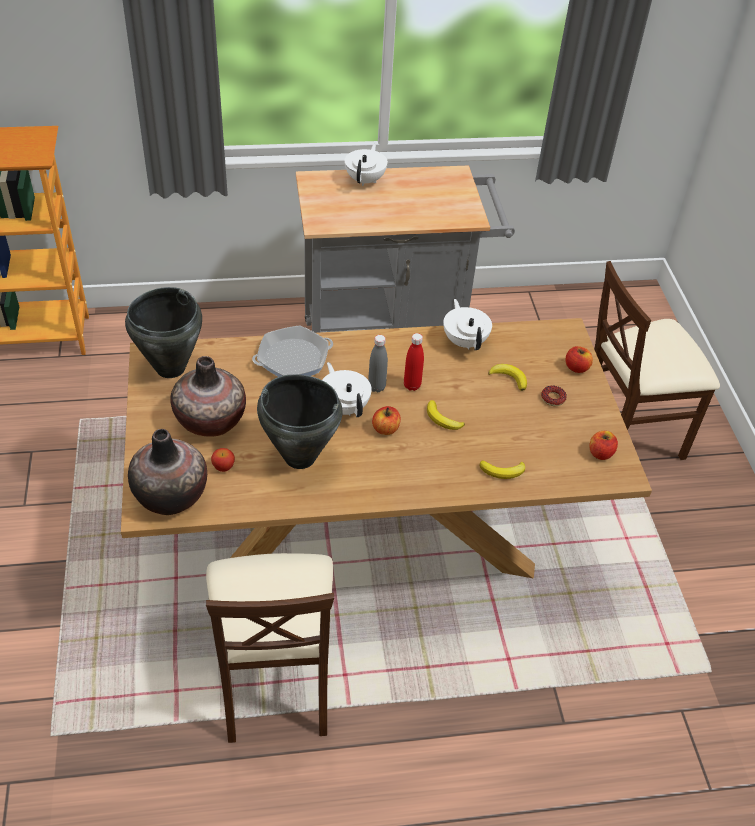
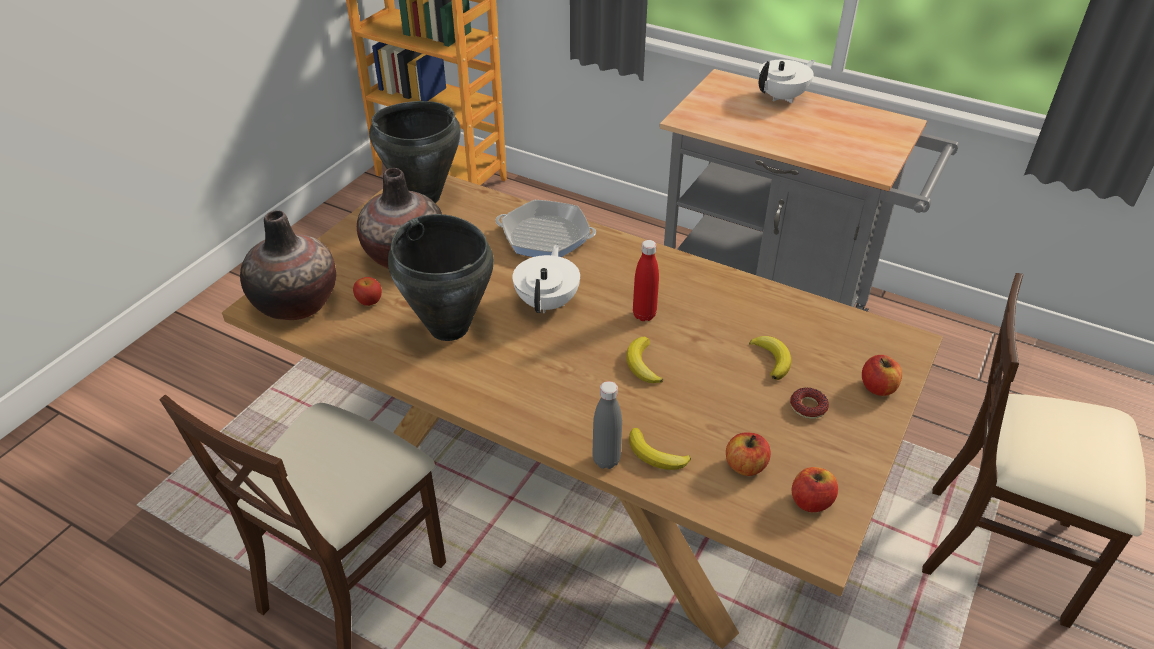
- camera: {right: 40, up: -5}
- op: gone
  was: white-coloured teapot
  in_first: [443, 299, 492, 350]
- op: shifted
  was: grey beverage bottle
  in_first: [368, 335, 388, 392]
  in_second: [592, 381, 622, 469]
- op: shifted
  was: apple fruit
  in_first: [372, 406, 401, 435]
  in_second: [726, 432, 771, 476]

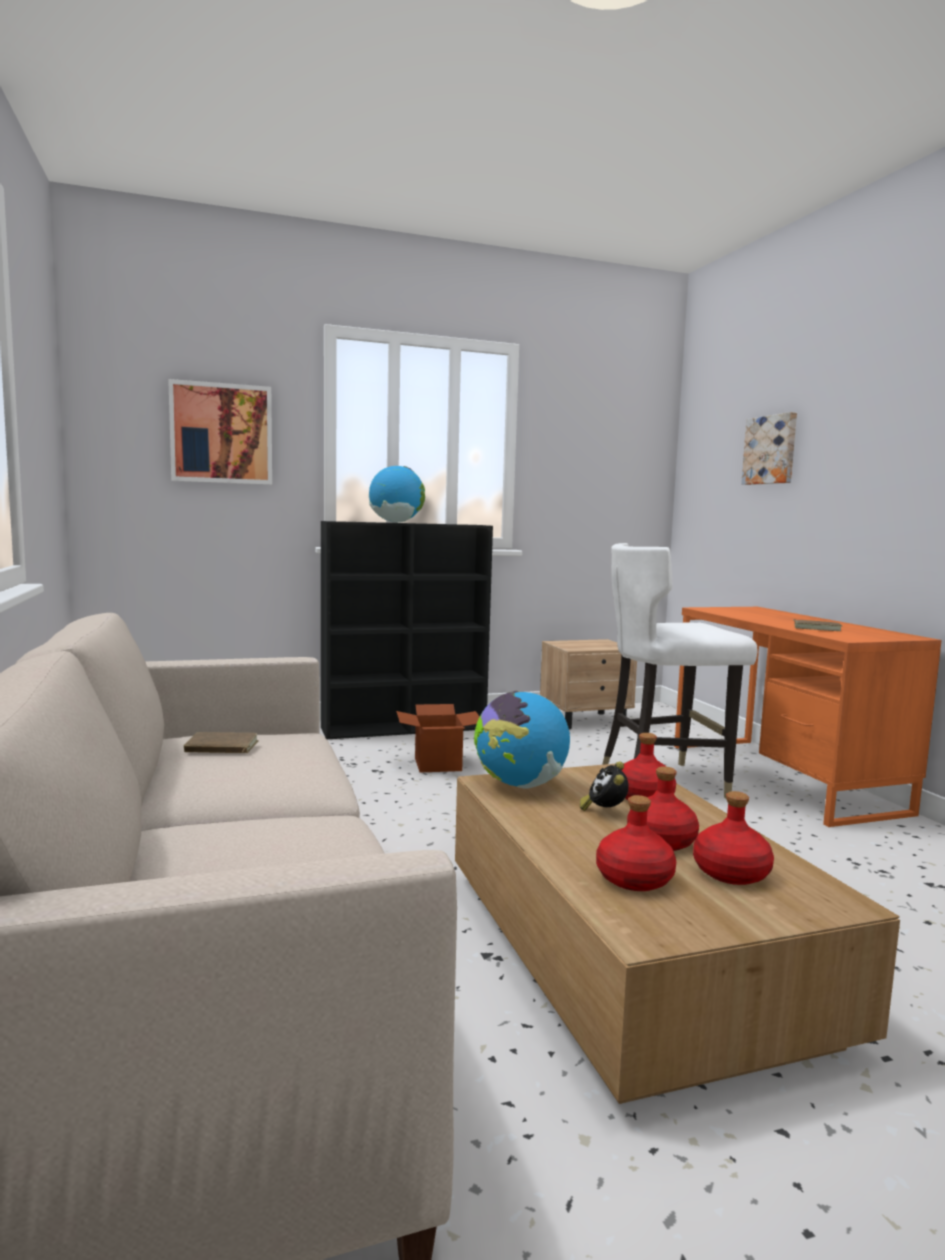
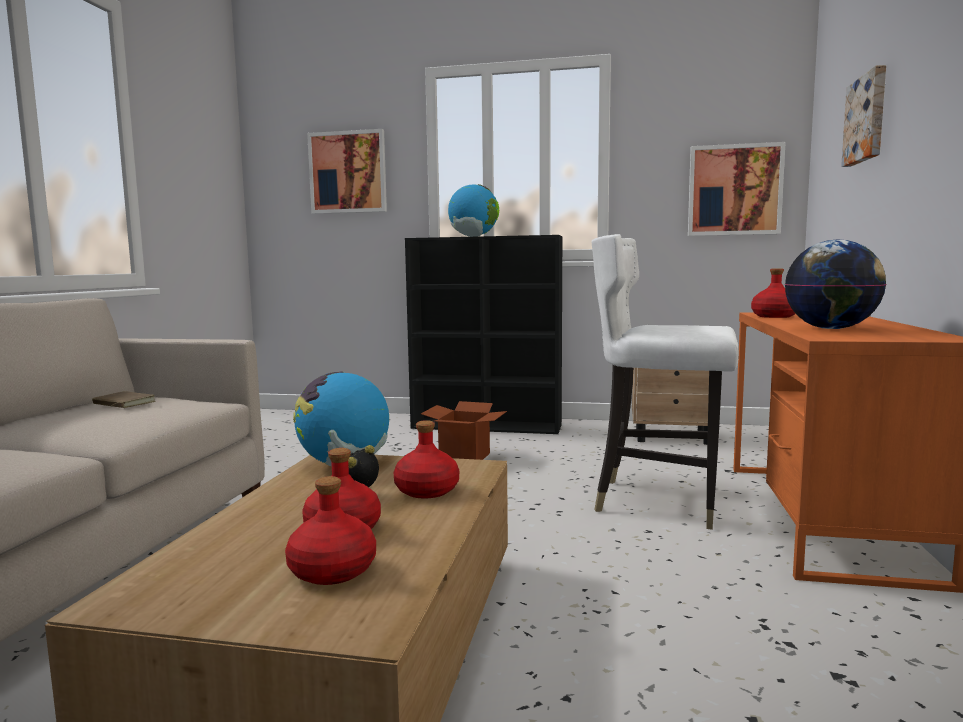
- camera: {right: 30, up: 0}
- op: swapped
  was: brown-coloured bound book
  now: desk globe
  in_first: [793, 619, 842, 631]
  in_second: [785, 239, 886, 329]
- op: shifted
  was: red beverage bottle
  in_first: [596, 795, 676, 891]
  in_second: [751, 268, 796, 318]
- op: new
  now: wall picture
  in_second: [688, 142, 786, 236]

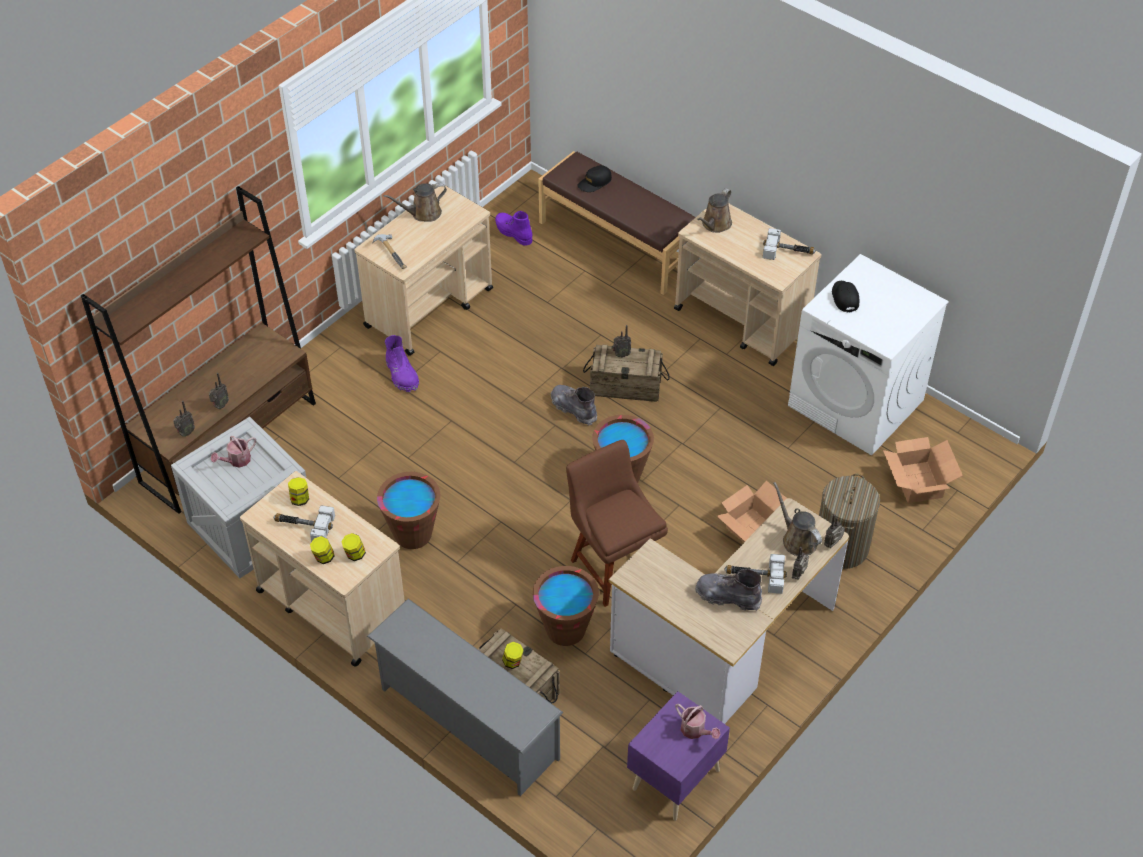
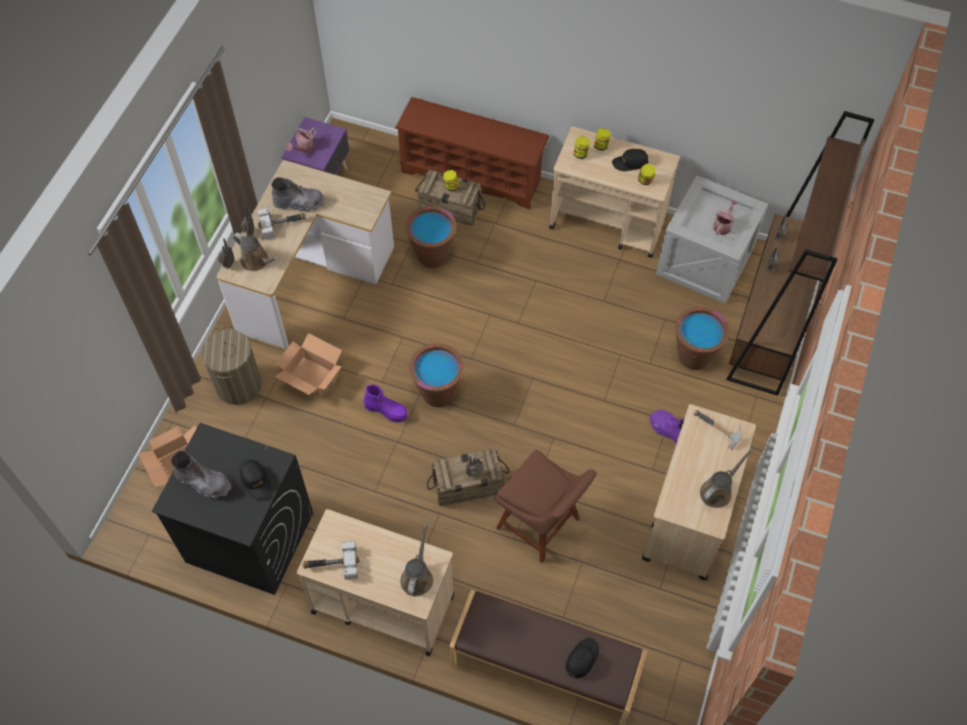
- camera: {right: 160, up: 10}
- op: shifted
  was: purple high-top boot
  in_first: [495, 211, 532, 245]
  in_second: [364, 384, 407, 422]
- op: repainted
  was: white-coloured laundry machine
  now: black laundry machine
  in_first: [788, 254, 949, 455]
  in_second: [152, 423, 313, 595]
- op: shifted
  was: grey high-top boot
  in_first: [551, 385, 597, 426]
  in_second: [171, 450, 232, 499]
- op: shifted
  was: brown-coloured chair
  in_first: [566, 440, 668, 607]
  in_second: [495, 450, 597, 563]
- op: shifted
  was: brown-coloured pail
  in_first: [377, 472, 440, 549]
  in_second: [675, 307, 729, 370]
- op: swapped
  was: hammer
  now: black baseball cap
  in_first: [274, 505, 335, 542]
  in_second: [612, 149, 649, 171]
- op: repainted
  was: grey shoe rack
  now: brown-coloured shoe rack
  in_first: [367, 599, 563, 796]
  in_second: [395, 97, 549, 210]
- op: rotated
  was: watering can
  in_first: [675, 704, 720, 739]
  in_second: [286, 128, 317, 153]
  clockwise: -75

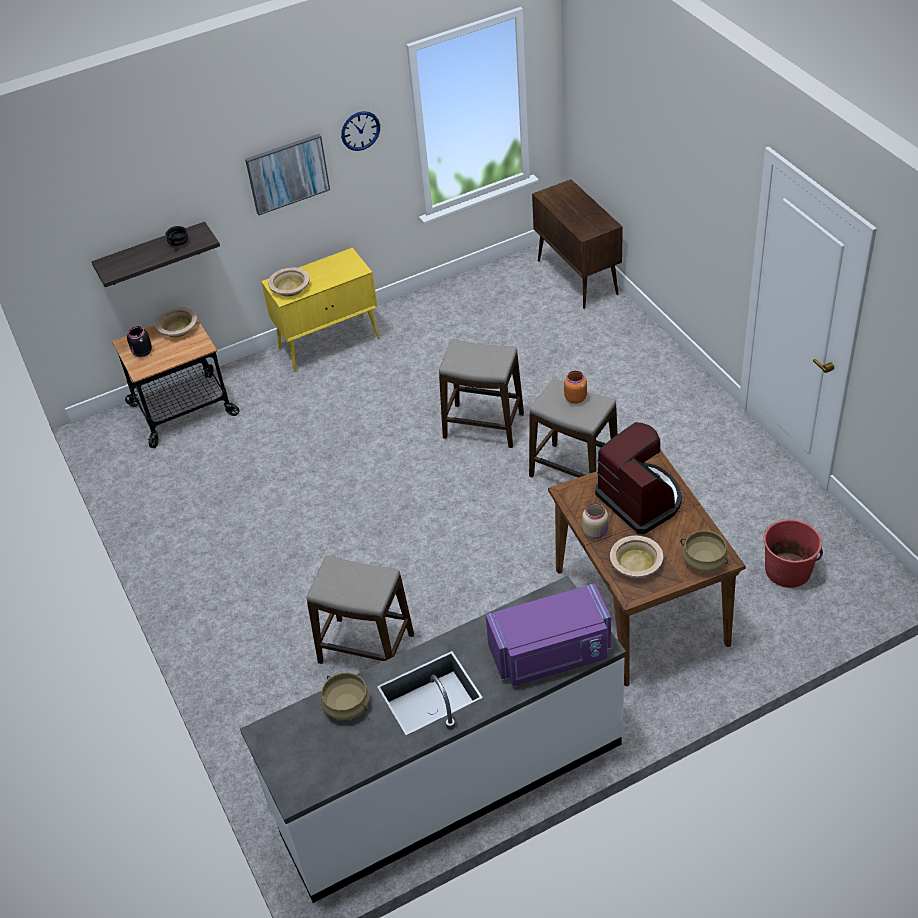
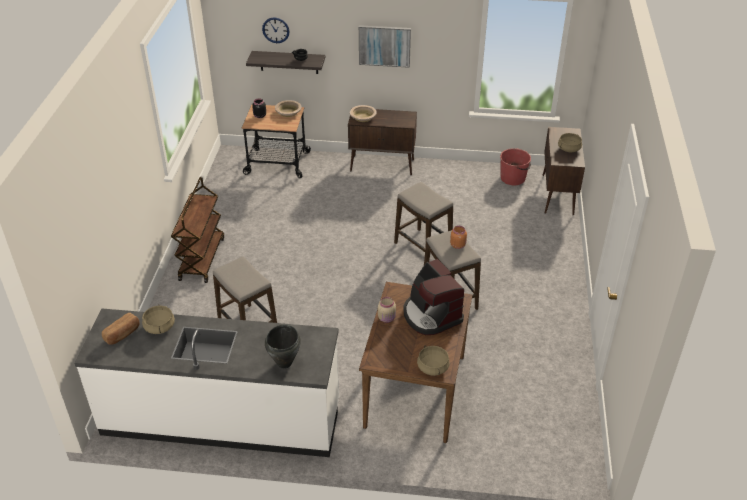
- camera: {right: 30, up: -5}
- op: shifted
  was: wall clock
  in_first: [341, 111, 380, 151]
  in_second: [262, 17, 290, 43]
- op: repainted
  was: yellowish storage cabinet
  now: brown-coloured storage cabinet
  in_first: [261, 248, 380, 372]
  in_second: [348, 109, 417, 175]
- op: rotated
  was: coffee brewer
  in_first: [595, 422, 682, 534]
  in_second: [403, 259, 464, 335]
  clockwise: 150
- op: shifted
  was: red pail
  in_first: [764, 519, 823, 588]
  in_second: [500, 148, 531, 185]
- op: gone
  was: sand-coloured bowl
  in_first: [610, 535, 663, 578]
- op: swapped
  was: purple microwave
  now: black cooking pot
  in_first: [486, 583, 611, 686]
  in_second: [265, 324, 301, 369]
- op: new
  now: sand-coloured cooking pot
  in_second: [558, 133, 582, 152]
- op: new
  now: brown-coloured cart
  in_second: [171, 177, 224, 283]
- op: new
  now: bakery bread
  in_second: [102, 313, 140, 345]

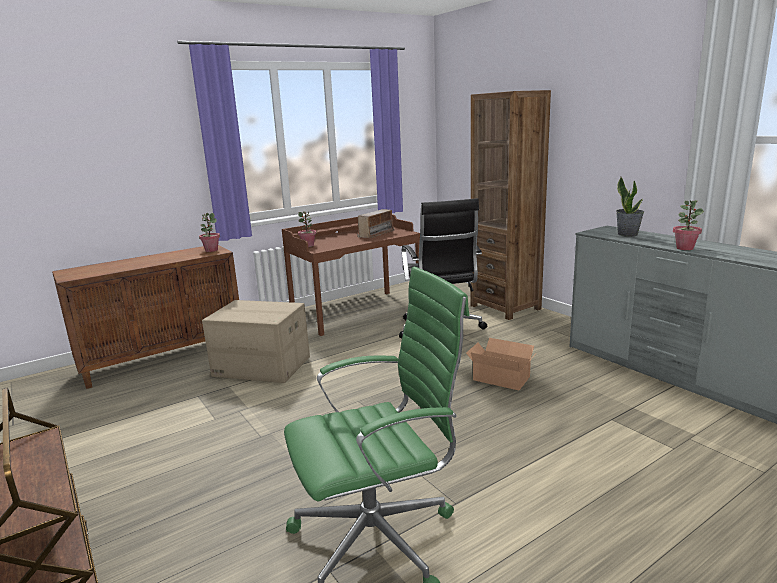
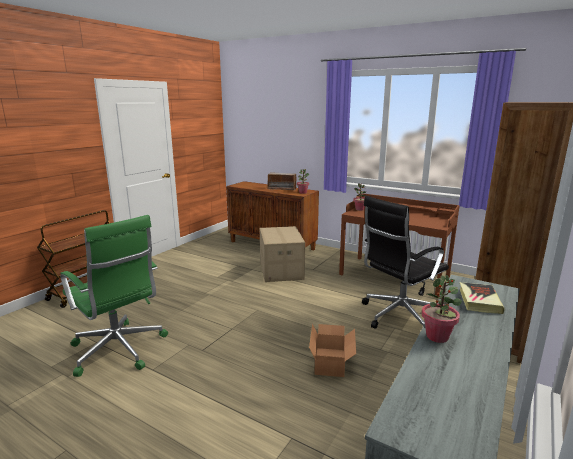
- camera: {right: 65, up: 0}
- op: swapped
  was: houseplant
  now: bound book
  in_first: [616, 177, 644, 236]
  in_second: [460, 282, 505, 314]
- op: shifted
  was: radio receiver
  in_first: [357, 209, 394, 238]
  in_second: [267, 172, 298, 190]

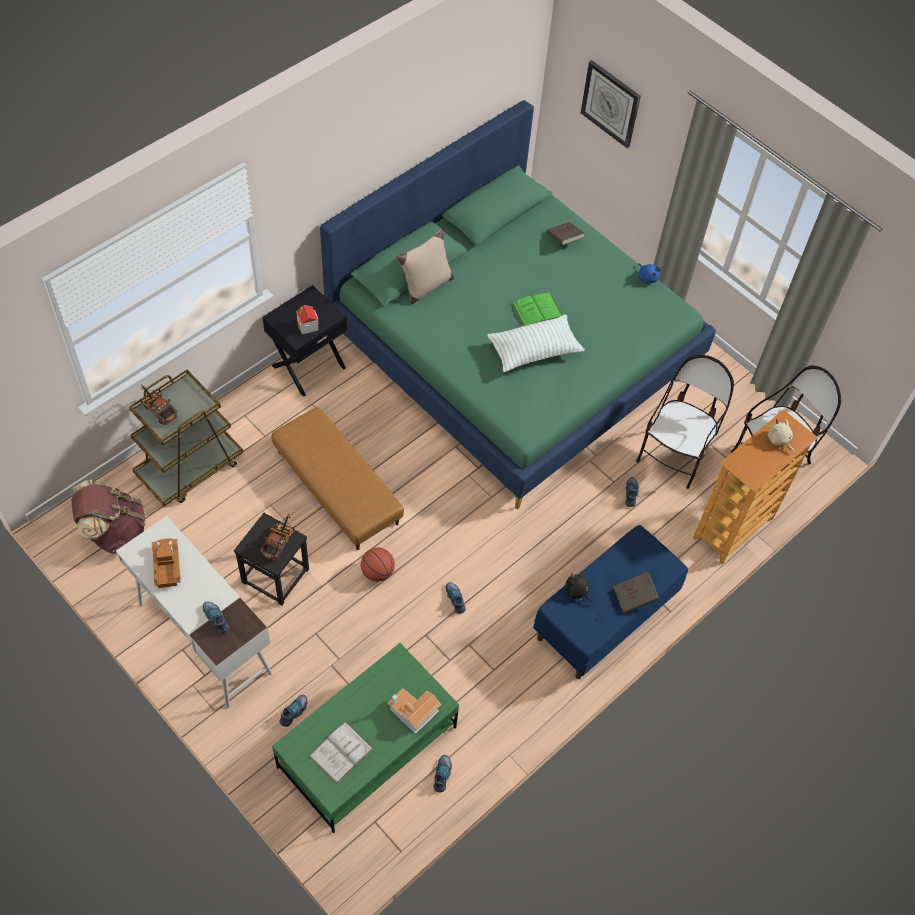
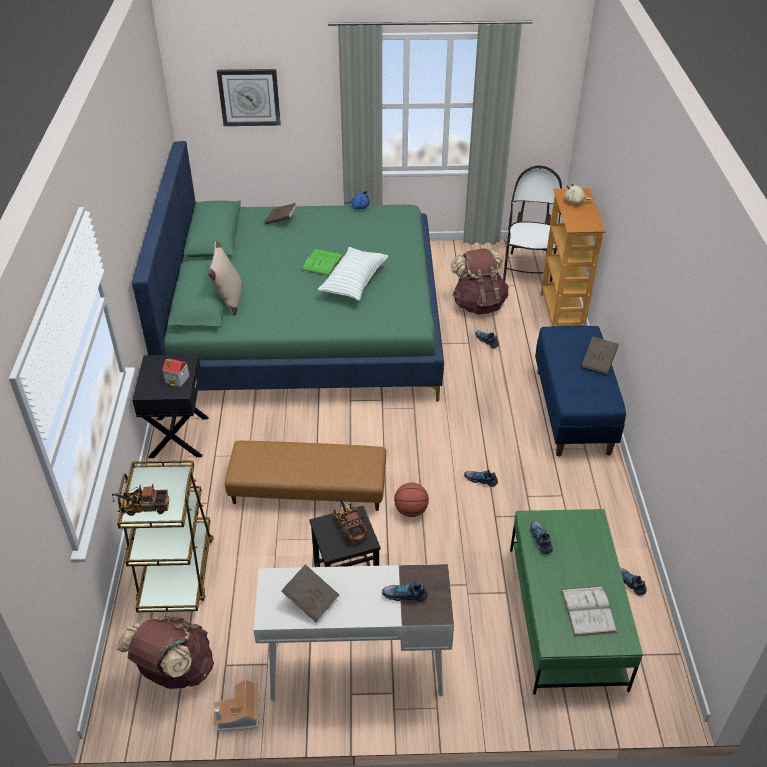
- camera: {right: -45, up: -15}
- op: swapped
  was: chair
  now: brown-coloured backpack
  in_first: [636, 355, 734, 489]
  in_second: [451, 249, 509, 315]
- op: swapped
  was: model truck
  now: brown-coloured bound book
  in_first: [152, 539, 181, 588]
  in_second: [281, 564, 339, 622]
- op: gone
  was: black plush toy
  in_first: [565, 571, 593, 604]
- op: shifted
  was: model house
  in_first: [387, 689, 441, 733]
  in_second: [213, 680, 259, 731]
- op: shifted
  was: item of footwear
  in_first: [280, 695, 307, 727]
  in_second: [530, 521, 553, 554]

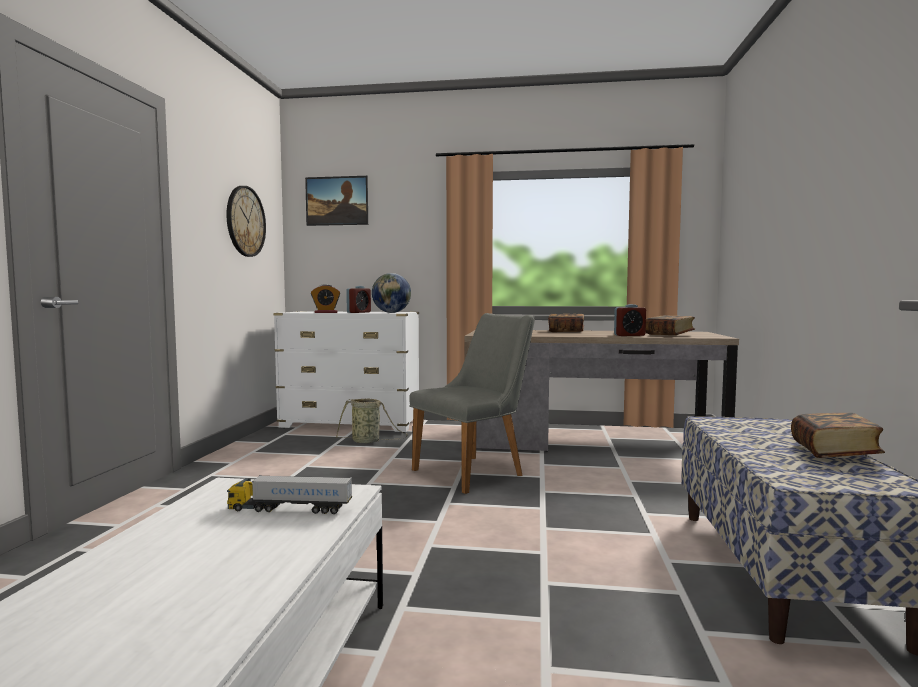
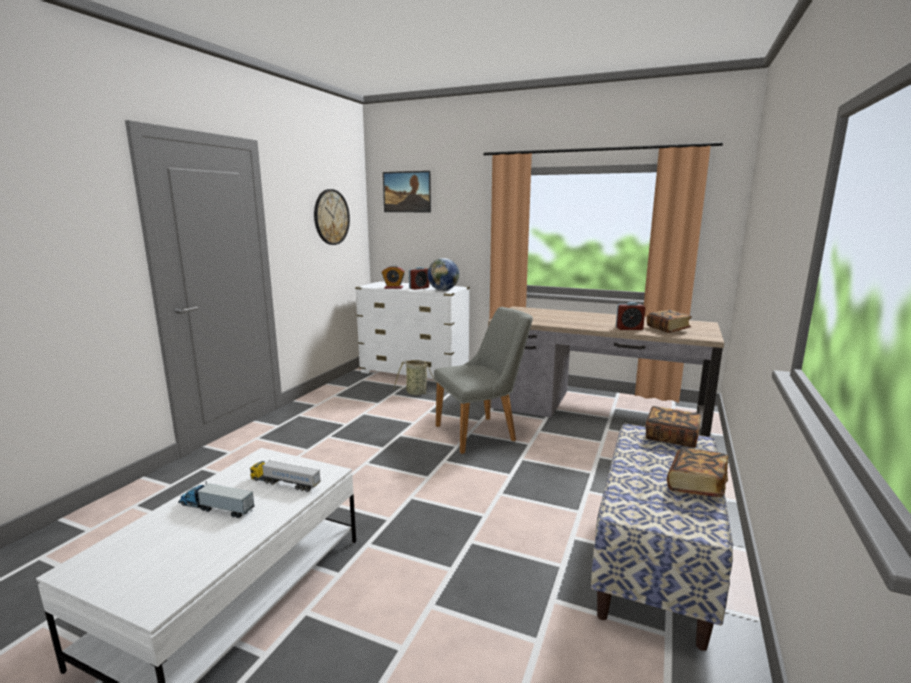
- camera: {right: 15, up: 10}
- op: shifted
  was: bound book
  in_first: [548, 314, 584, 332]
  in_second: [646, 406, 701, 448]
- op: new
  now: model truck
  in_second: [178, 481, 254, 518]

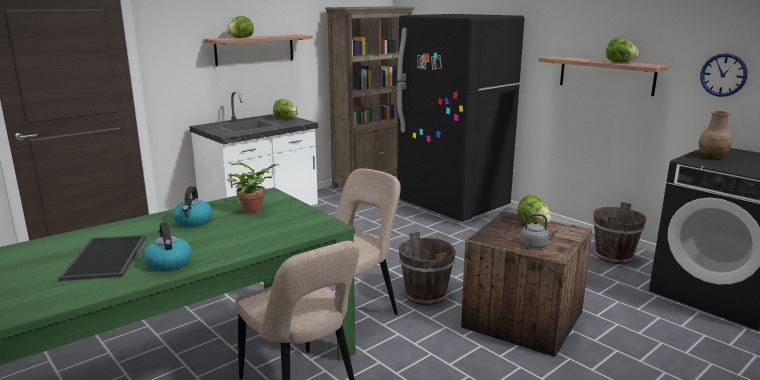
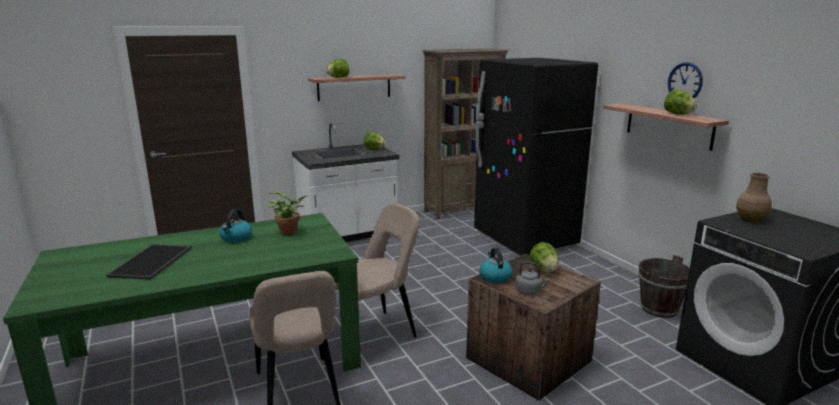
- camera: {right: 15, up: 0}
- op: shifted
  was: wall clock
  in_first: [700, 53, 748, 97]
  in_second: [668, 62, 703, 98]
- op: shifted
  was: tea kettle
  in_first: [144, 222, 191, 271]
  in_second: [480, 248, 513, 283]
- op: gone
  was: brown-coloured pail
  in_first: [398, 232, 456, 305]

